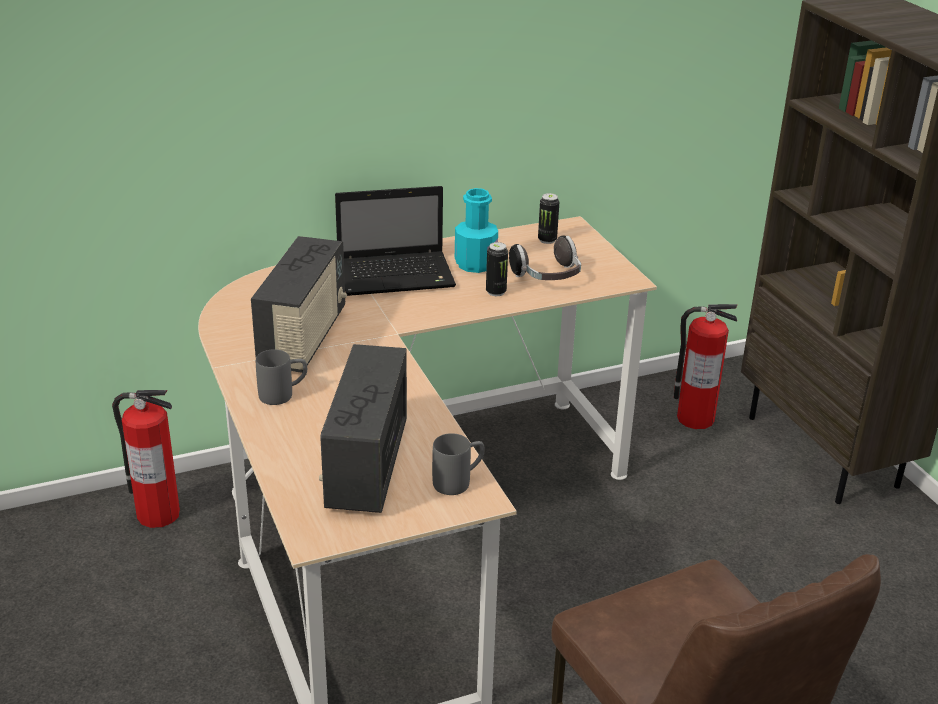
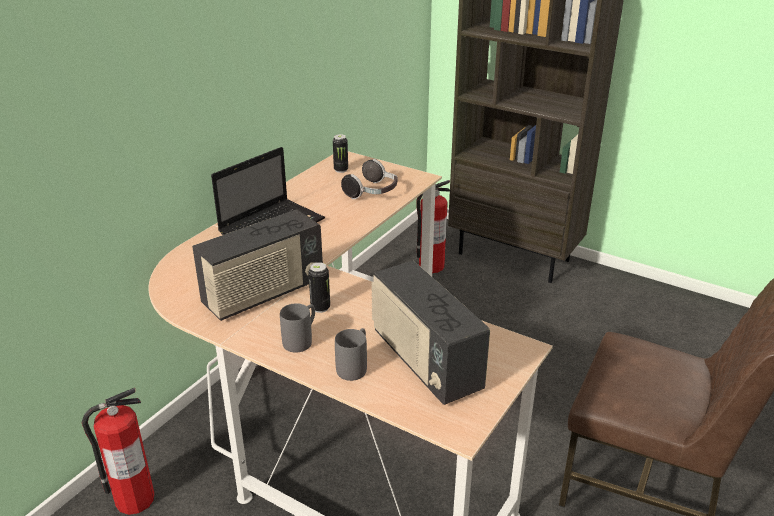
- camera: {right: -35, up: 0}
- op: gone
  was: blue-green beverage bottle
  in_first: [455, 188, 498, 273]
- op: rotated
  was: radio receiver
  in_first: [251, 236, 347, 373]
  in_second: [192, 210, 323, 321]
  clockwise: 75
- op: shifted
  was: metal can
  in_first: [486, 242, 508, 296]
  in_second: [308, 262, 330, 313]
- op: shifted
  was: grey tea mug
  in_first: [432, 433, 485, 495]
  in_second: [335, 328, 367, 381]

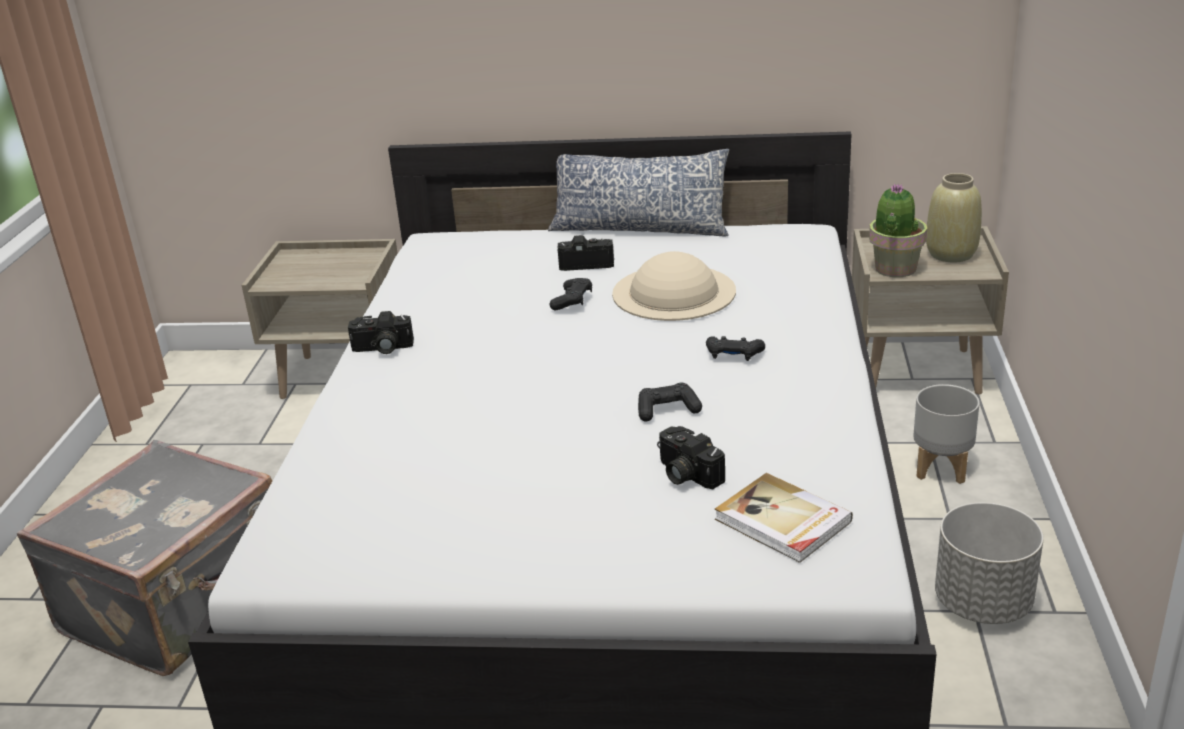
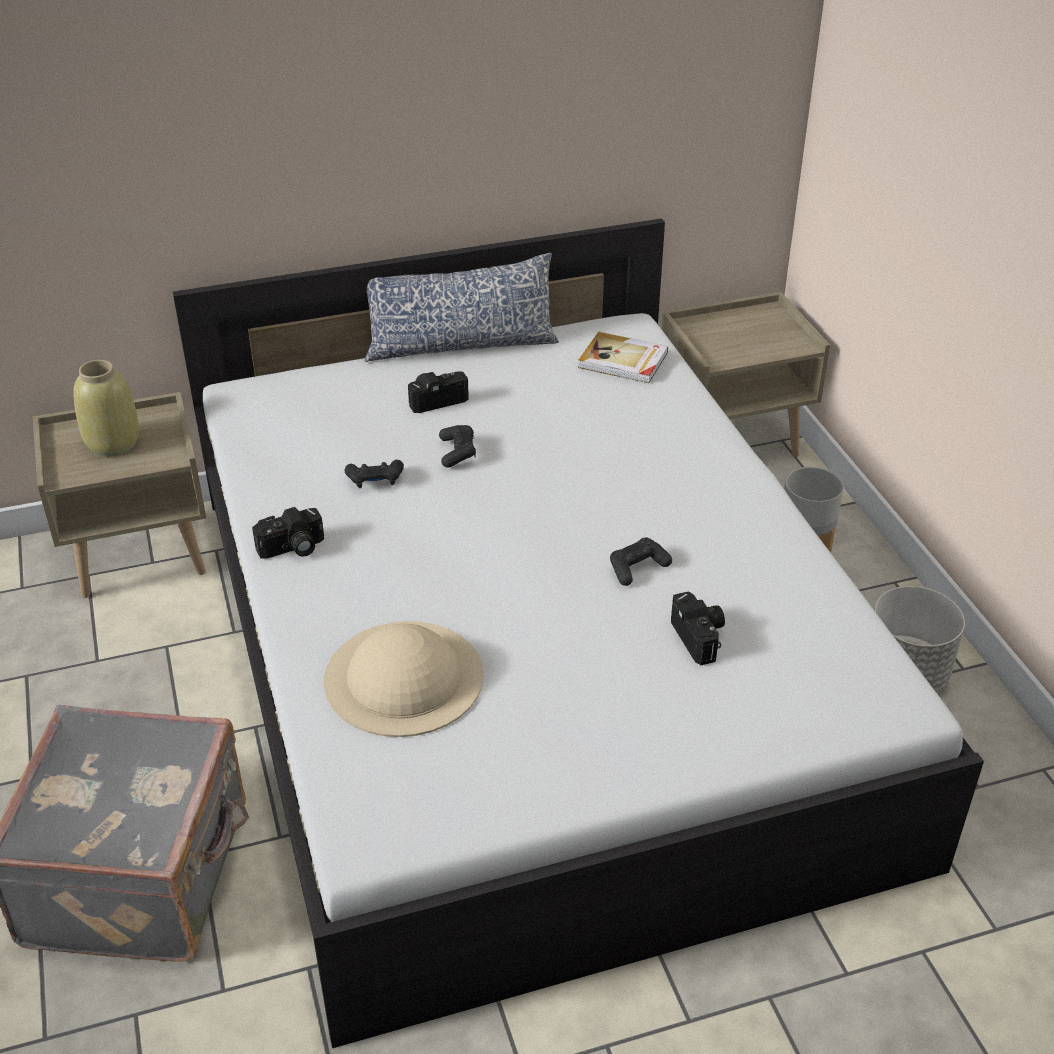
- camera: {right: -25, up: 10}
- op: shifted
  was: sand-coloured flower vase
  in_first: [926, 173, 982, 262]
  in_second: [73, 360, 139, 456]
- op: gone
  was: houseplant
  in_first: [869, 183, 927, 277]
- op: shifted
  was: sand-coloured hat
  in_first: [612, 251, 736, 321]
  in_second: [324, 621, 484, 737]
- op: shifted
  was: black gamepad
  in_first: [706, 336, 765, 361]
  in_second: [345, 460, 404, 488]
- op: rotated
  was: photo camera
  in_first: [657, 426, 725, 489]
  in_second: [671, 591, 725, 665]
  clockwise: -135
- op: shifted
  was: bound book
  in_first: [715, 473, 853, 563]
  in_second: [578, 332, 668, 383]

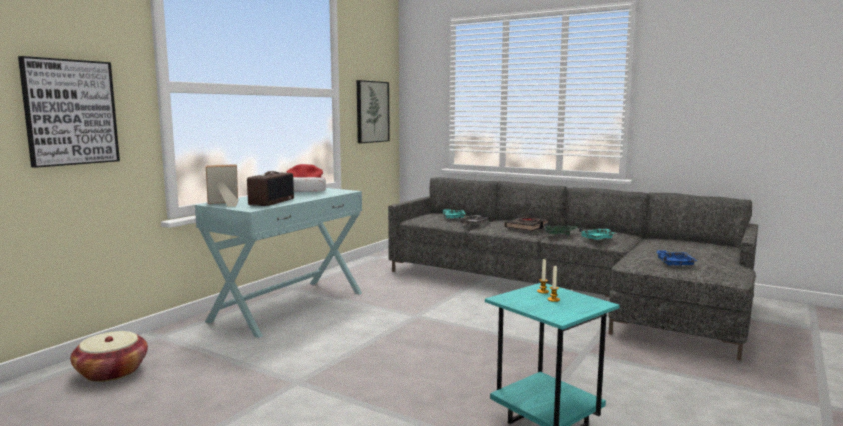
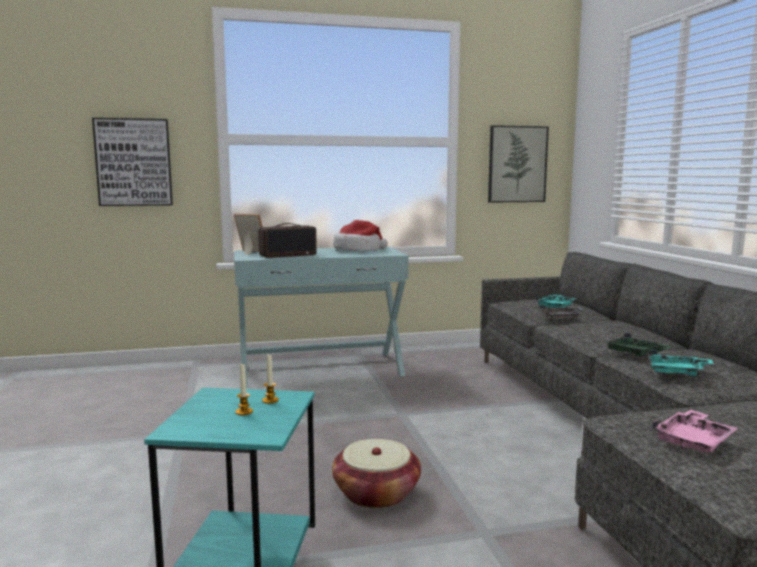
- camera: {right: 45, up: 0}
- op: gone
  was: black bound book
  in_first: [505, 216, 549, 231]
- op: repainted
  was: blue-coloured carrying tray
  now: pinkish carrying tray
  in_first: [656, 250, 697, 267]
  in_second: [652, 410, 738, 453]
- op: shifted
  was: household basket
  in_first: [70, 331, 148, 382]
  in_second: [332, 439, 421, 509]

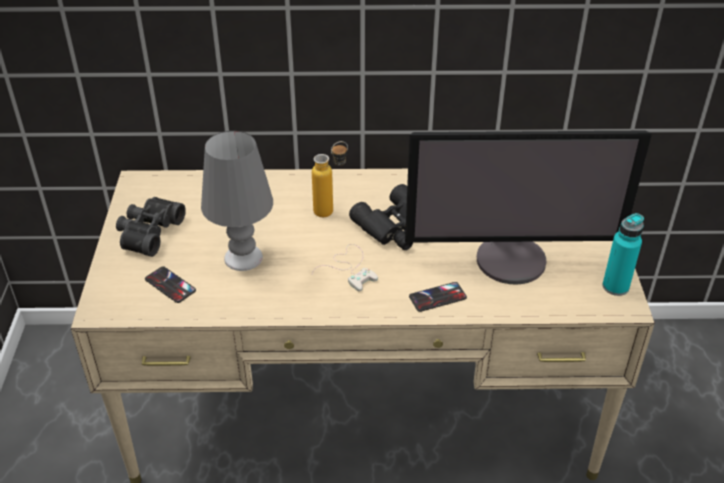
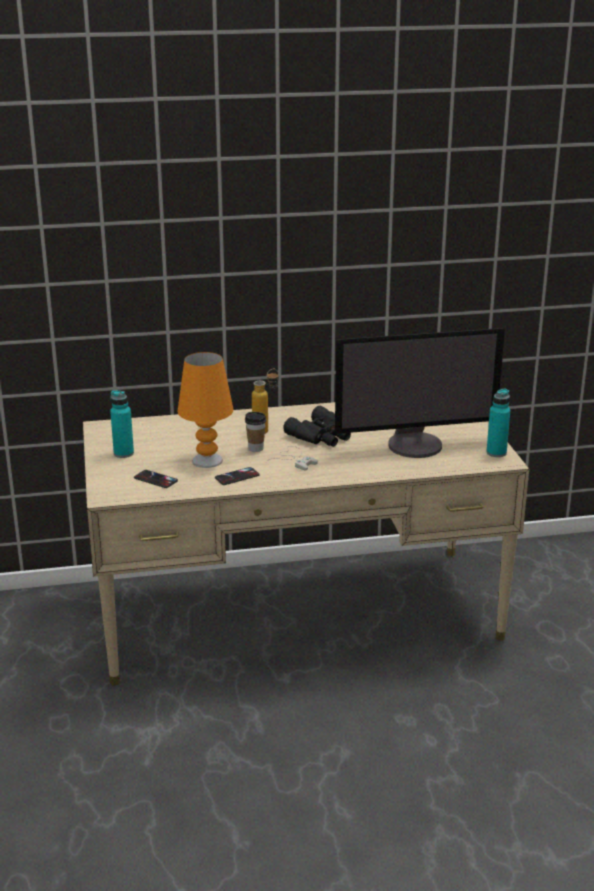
- camera: {right: -10, up: -15}
- op: repainted
  was: grey lamp for a table
  now: orange-coloured lamp for a table
  in_first: [201, 131, 273, 271]
  in_second: [177, 352, 233, 468]
- op: swapped
  was: black pair of binoculars
  now: blue-green beverage bottle
  in_first: [116, 197, 186, 257]
  in_second: [110, 390, 134, 458]
- op: shifted
  was: telephone
  in_first: [409, 282, 467, 312]
  in_second: [215, 467, 260, 485]
- op: new
  now: small cup
  in_second: [245, 412, 266, 452]

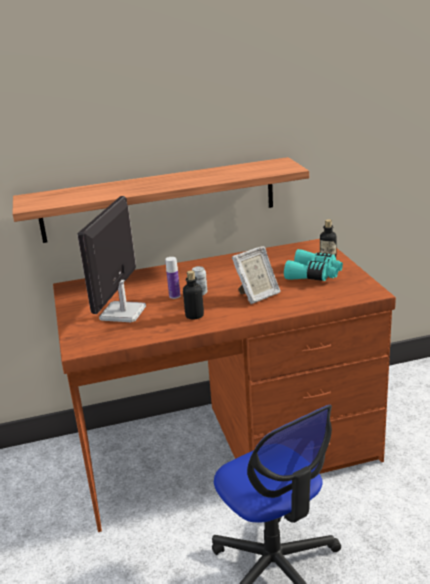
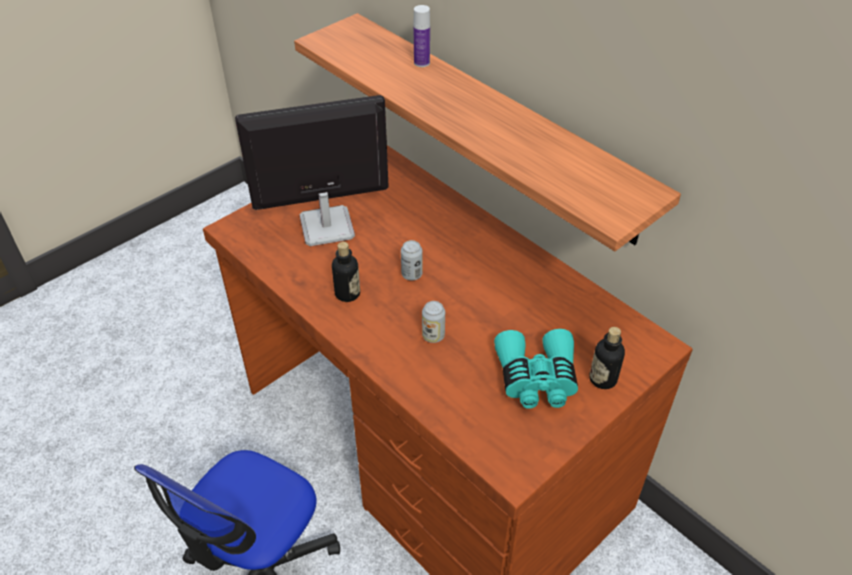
- camera: {right: 60, up: 20}
- op: swapped
  was: picture frame
  now: metal can
  in_first: [232, 246, 281, 304]
  in_second: [422, 301, 445, 343]
- op: shifted
  was: beverage bottle
  in_first: [165, 257, 180, 299]
  in_second: [413, 5, 430, 67]

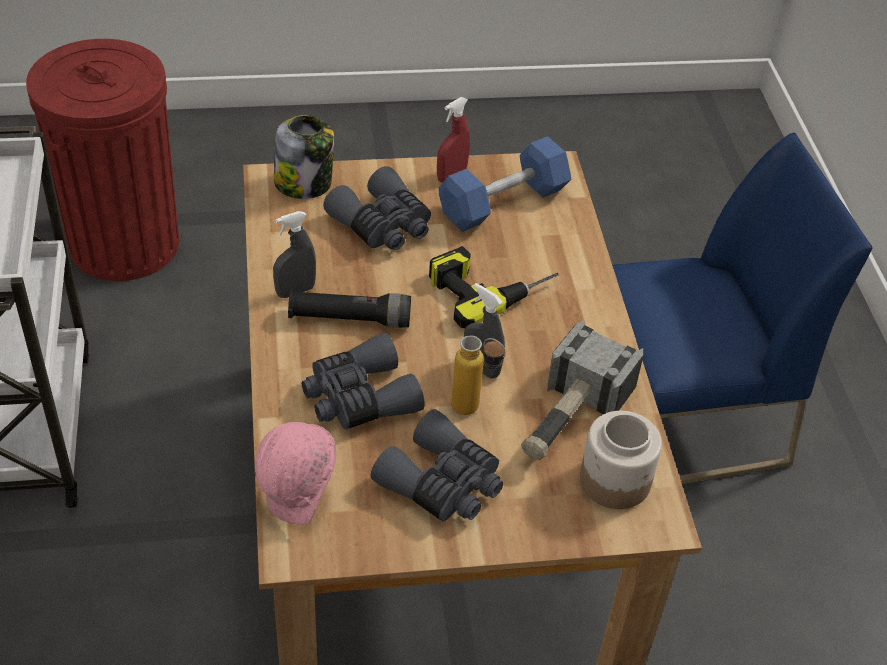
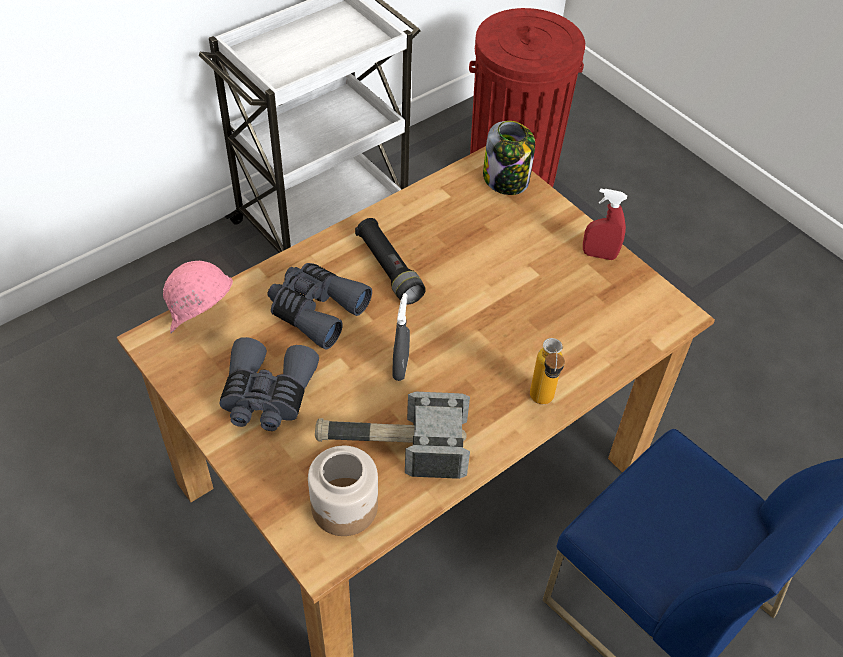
- camera: {right: 60, up: 5}
- op: gone
  was: blue-coloured hand weight
  in_first: [439, 136, 572, 232]
- op: gone
  was: grey pair of binoculars
  in_first: [323, 166, 431, 250]
- op: gone
  was: grey spray bottle
  in_first: [273, 211, 316, 298]
- op: gone
  was: drill
  in_first: [429, 246, 559, 328]
- op: shifted
  was: beverage bottle
  in_first: [451, 335, 506, 415]
  in_second: [530, 338, 565, 404]

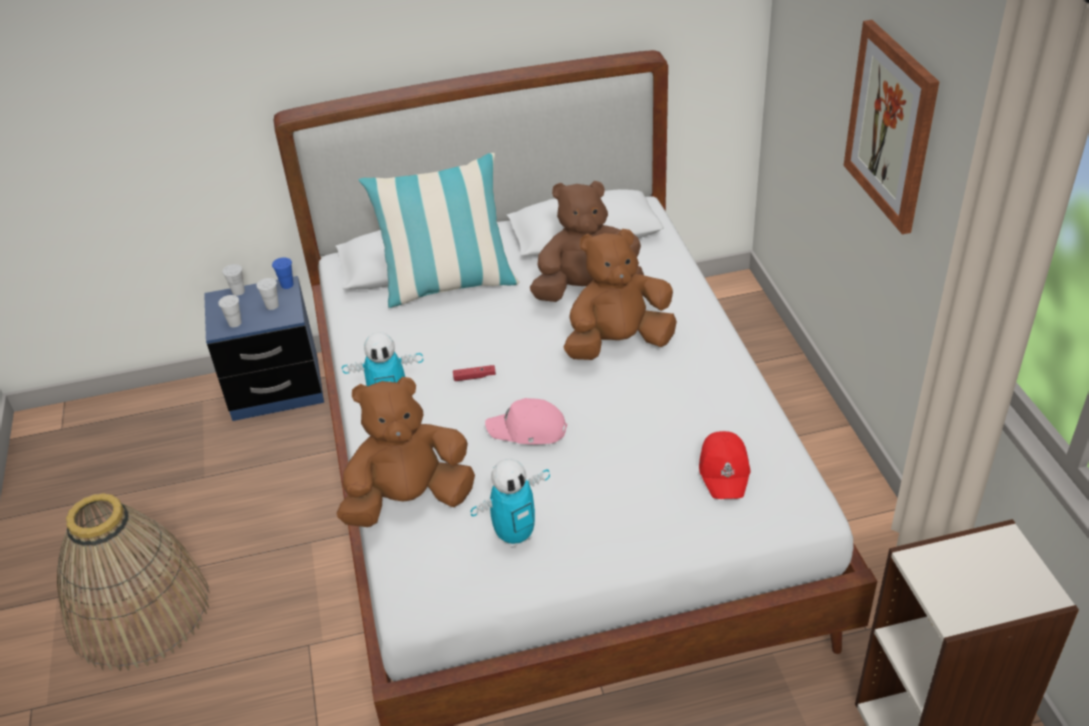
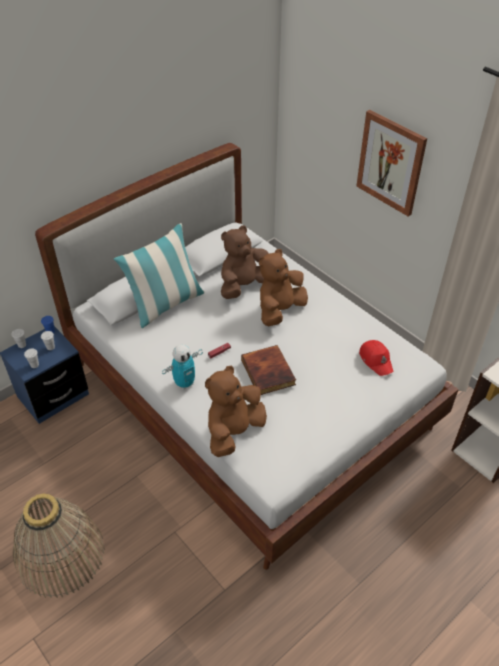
- camera: {right: -30, up: 5}
- op: swapped
  was: pinkish baseball cap
  now: bound book
  in_first: [485, 398, 567, 444]
  in_second: [241, 345, 296, 395]
- op: gone
  was: toy robot
  in_first: [471, 459, 550, 548]

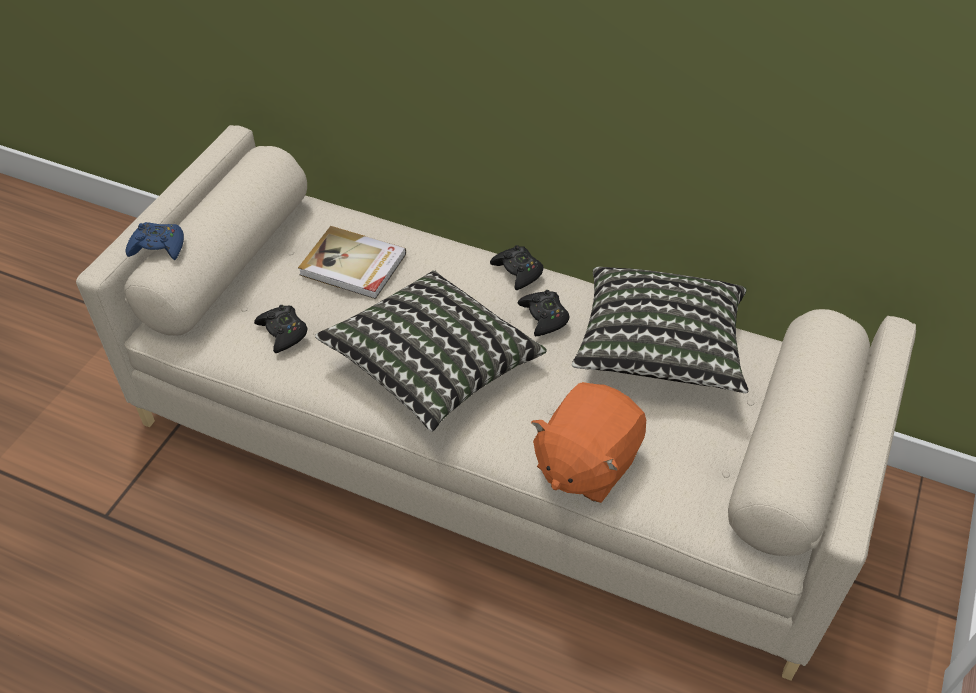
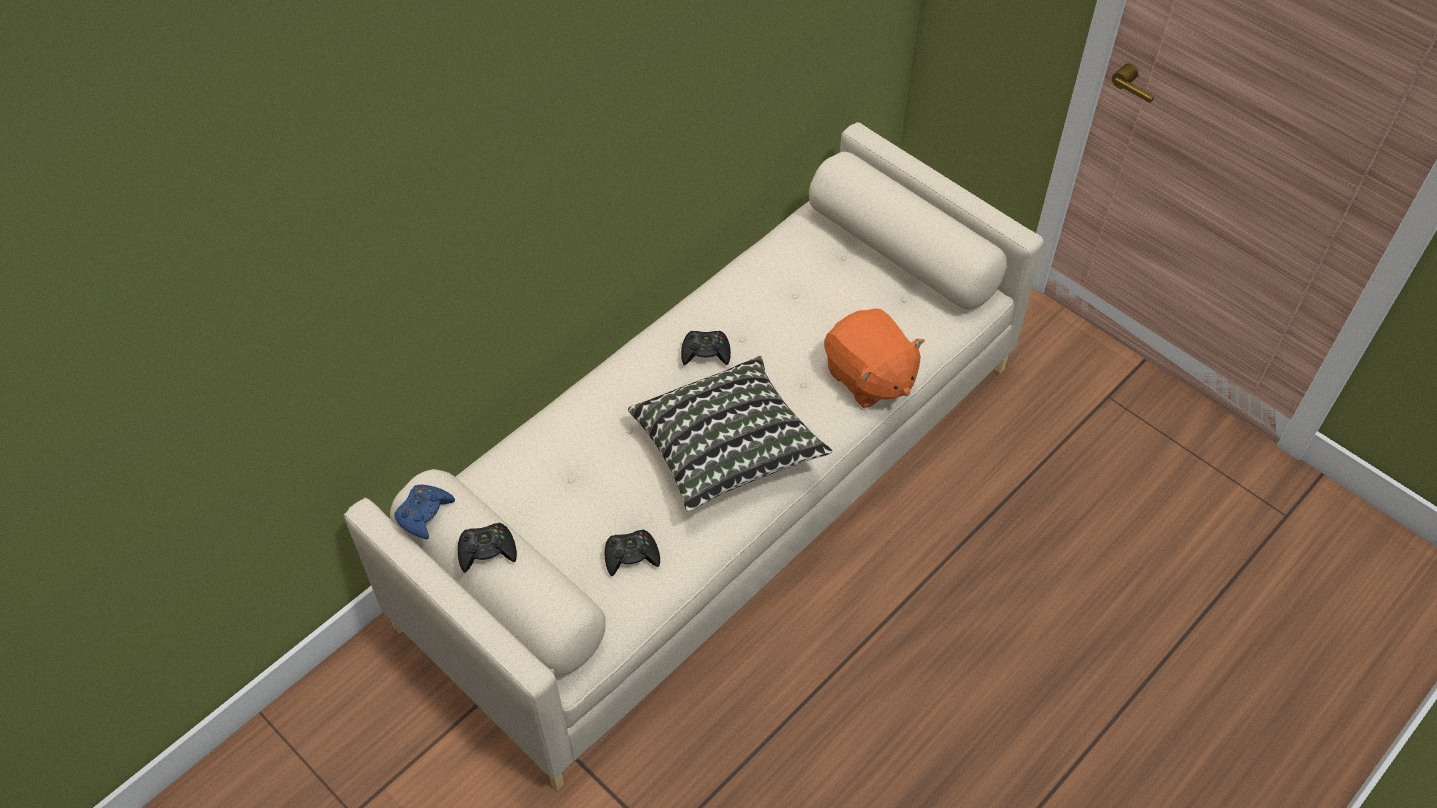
- camera: {right: -70, up: 5}
- op: shifted
  was: blue-coloured gamepad
  in_first: [126, 222, 184, 260]
  in_second: [394, 485, 455, 539]
- op: gone
  was: bound book
  in_first: [298, 226, 406, 299]
- op: shifted
  was: black gamepad
  in_first: [490, 245, 543, 290]
  in_second: [458, 523, 517, 573]
- op: gone
  was: throw pillow
  in_first: [572, 267, 748, 393]

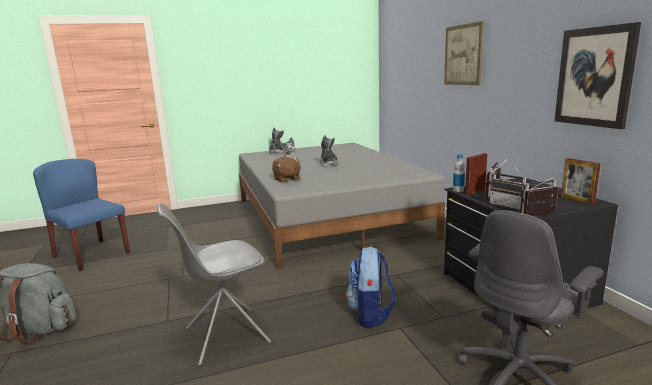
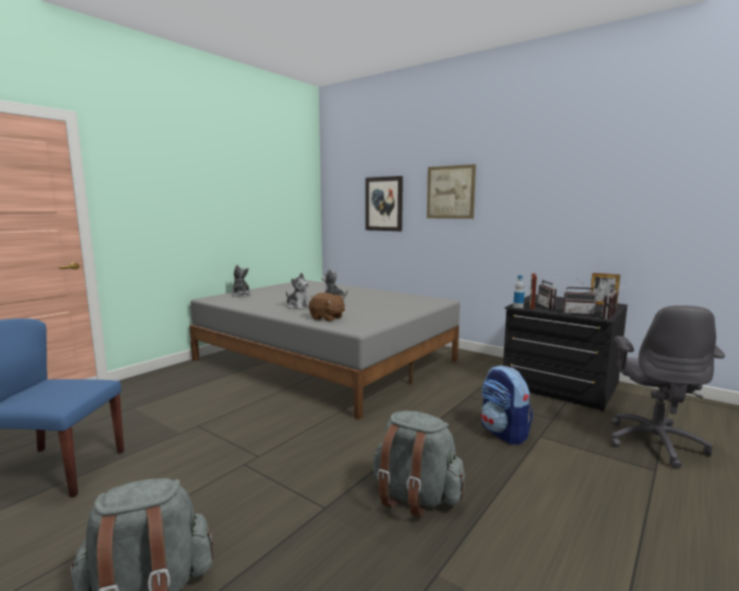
- camera: {right: -35, up: -5}
- op: shifted
  was: wall picture
  in_first: [555, 22, 641, 129]
  in_second: [365, 176, 403, 231]
- op: swapped
  was: grey chair
  now: grey backpack
  in_first: [157, 203, 271, 366]
  in_second: [374, 411, 465, 517]

